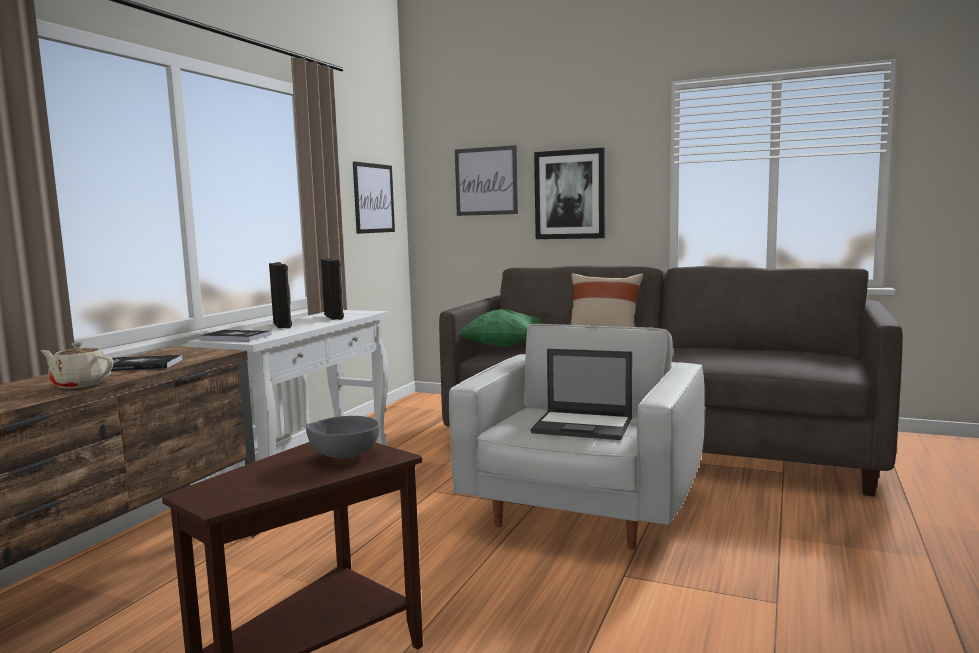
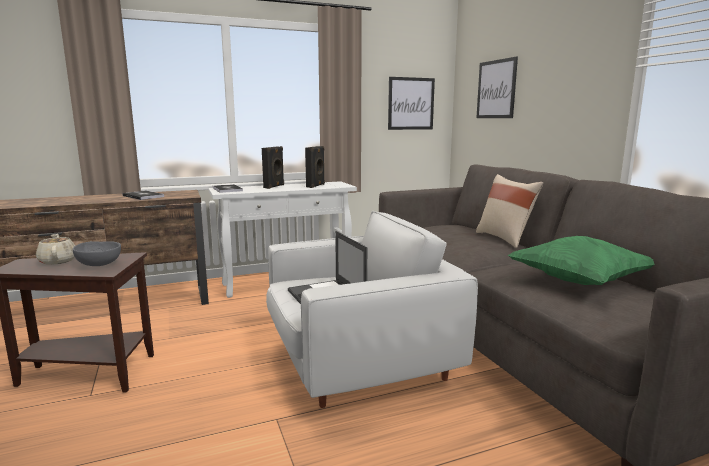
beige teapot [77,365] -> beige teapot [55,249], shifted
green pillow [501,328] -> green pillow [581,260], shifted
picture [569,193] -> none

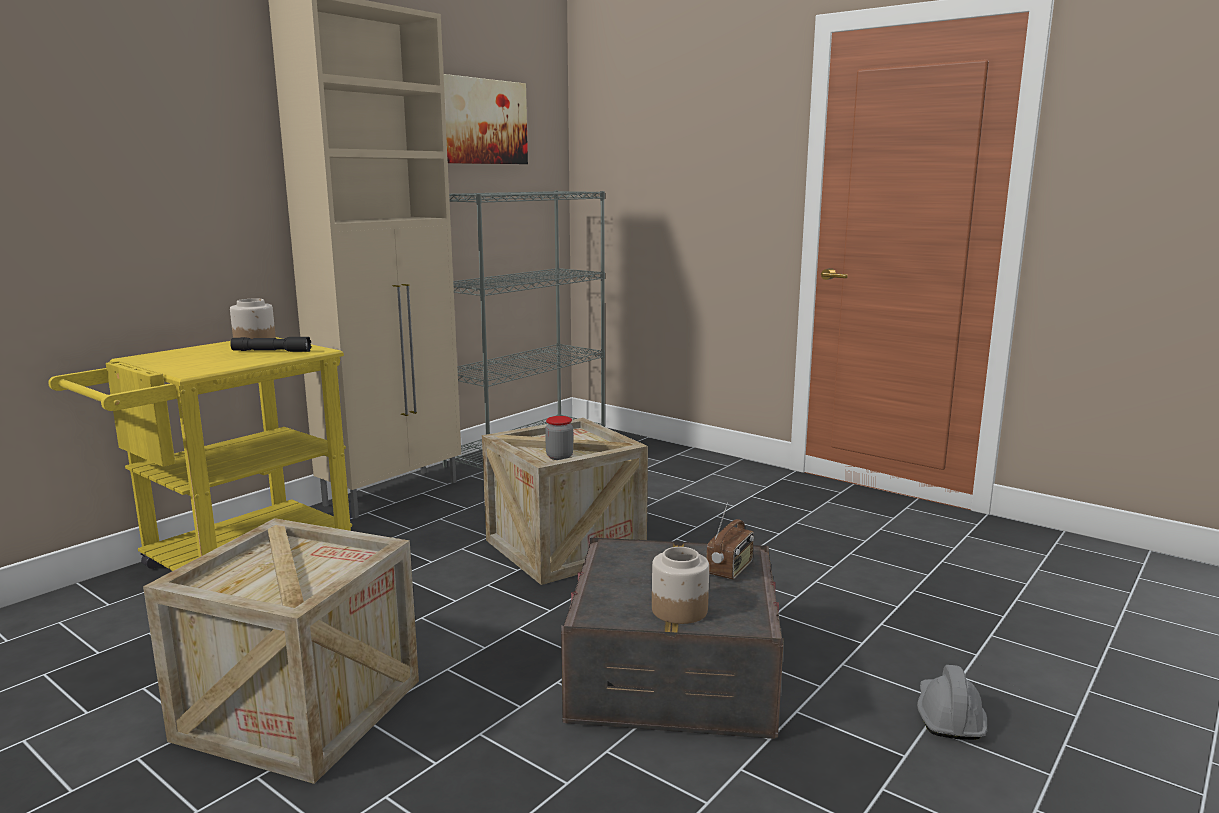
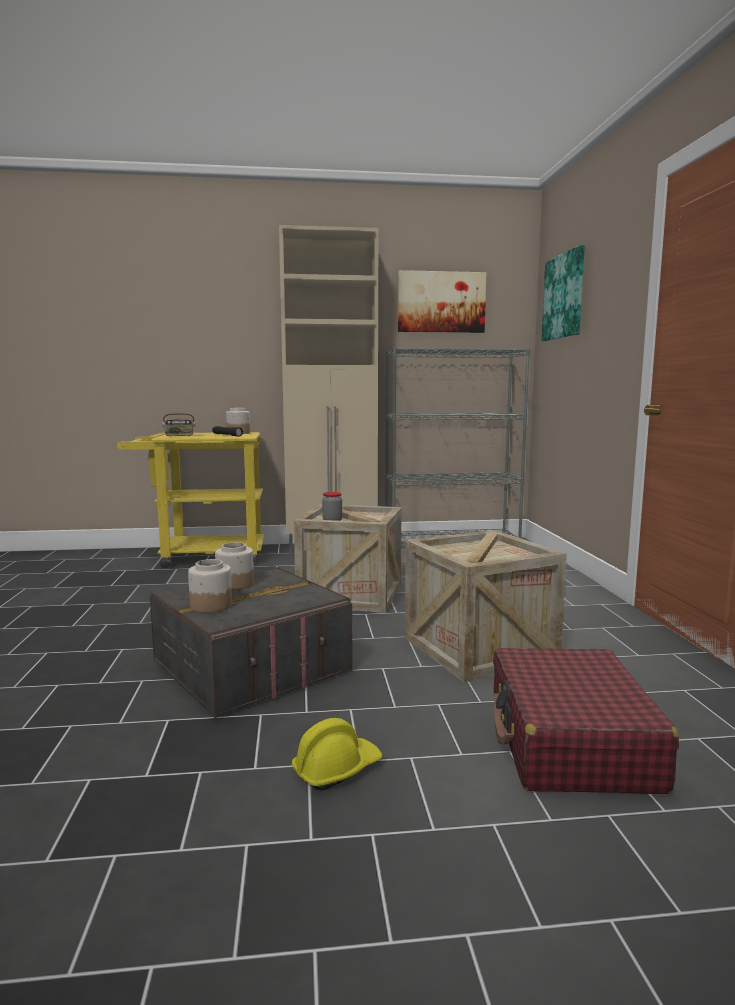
crate [281,651] -> crate [486,606], shifted
radio [730,541] -> radio [178,420], shifted
grey hard hat [952,702] -> yellow hard hat [337,754]
none -> jar [234,566]
none -> red suitcase [586,721]
none -> picture [563,293]

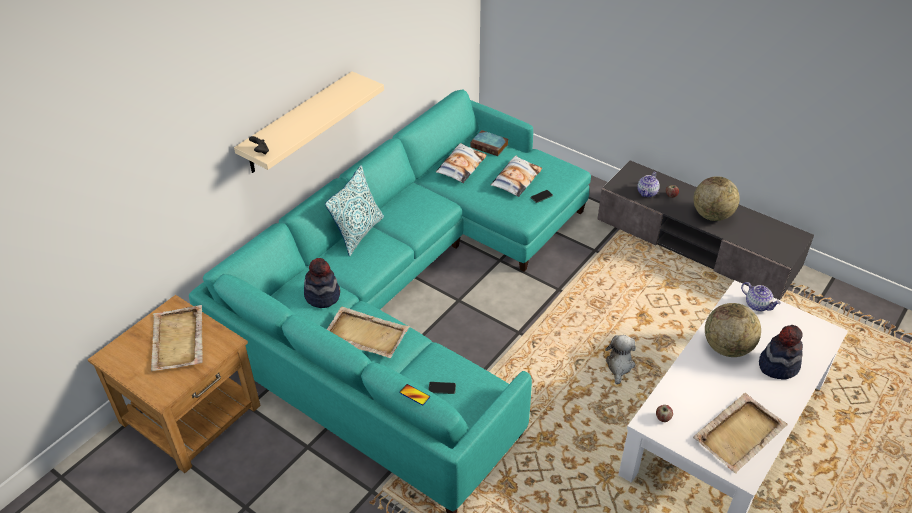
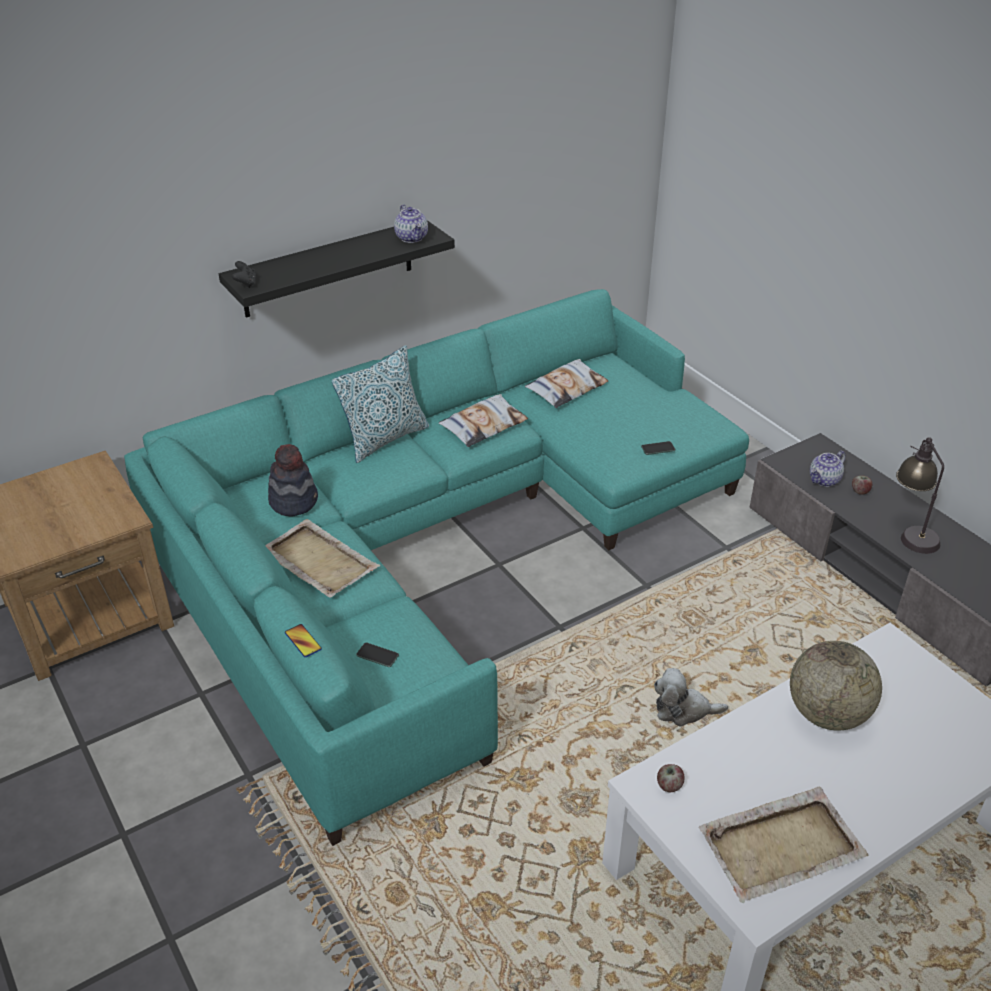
beige tray [177,338] -> none
beige shelf [309,122] -> black shelf [337,269]
book [489,143] -> none
pillow [516,176] -> pillow [483,420], shifted
plush toy [620,359] -> plush toy [691,697], 120 degrees counterclockwise
globe [716,198] -> table lamp [920,495]
teapot [761,296] -> teapot [411,223], shifted
hat [781,352] -> none

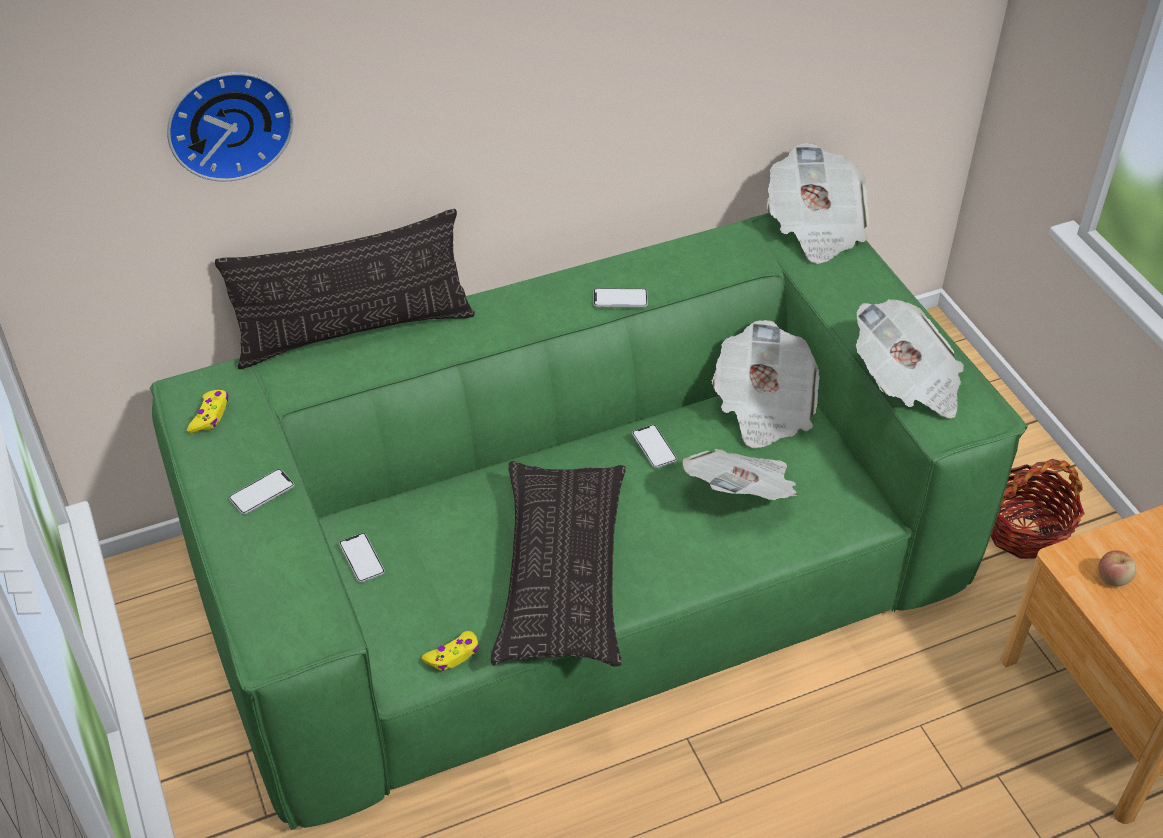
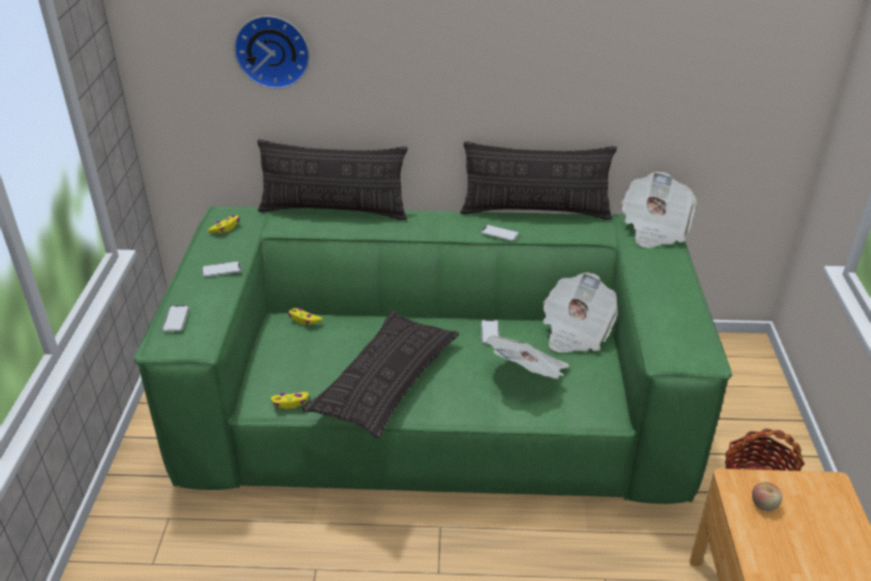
phone [362,558] -> phone [176,318], shifted
newspaper [910,359] -> none
none -> yellow game controller [305,316]
none -> pillow [538,180]

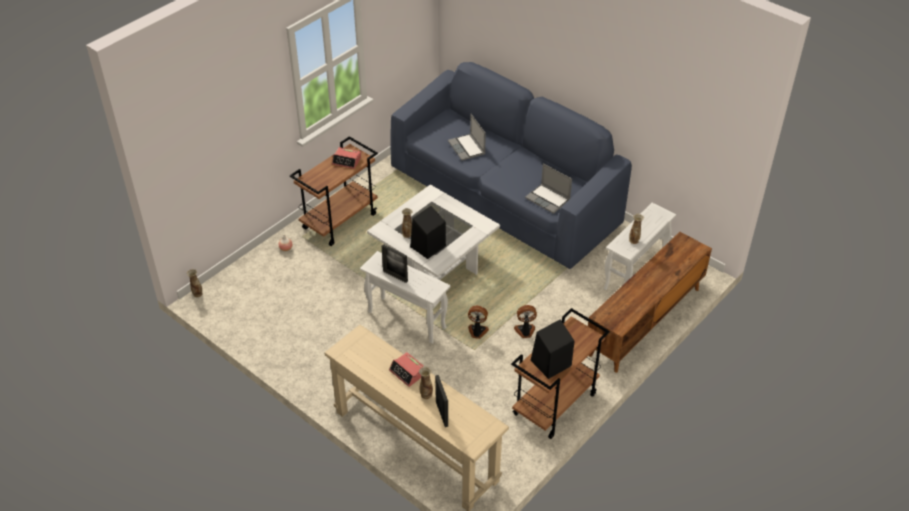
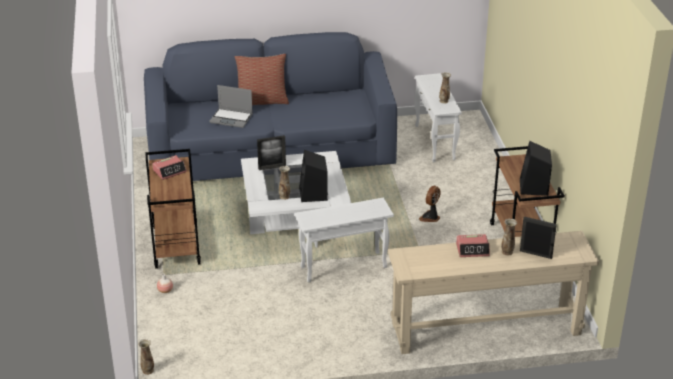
picture frame [395,263] -> picture frame [271,152], shifted
fan [478,322] -> none
laptop [548,188] -> none
brown tv stand [650,302] -> none
none -> pillow [262,79]

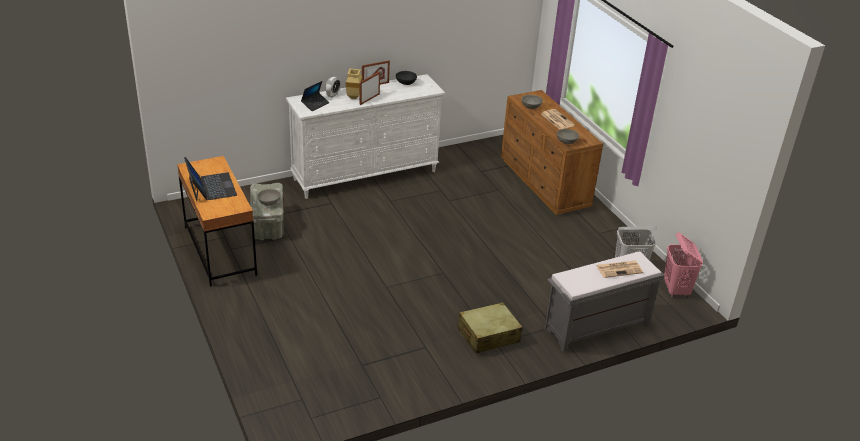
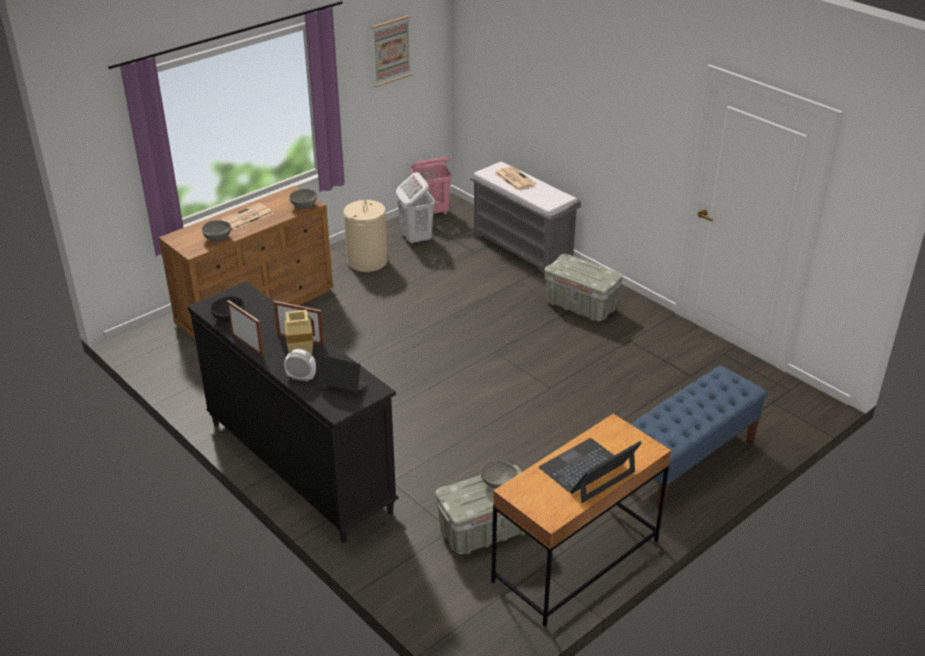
white dresser [365,136] -> black dresser [293,412]
beige suitcase [490,327] -> grey storage box [584,287]
none -> beige laundry basket [365,236]
none -> picture [391,51]
none -> blue bench [699,438]

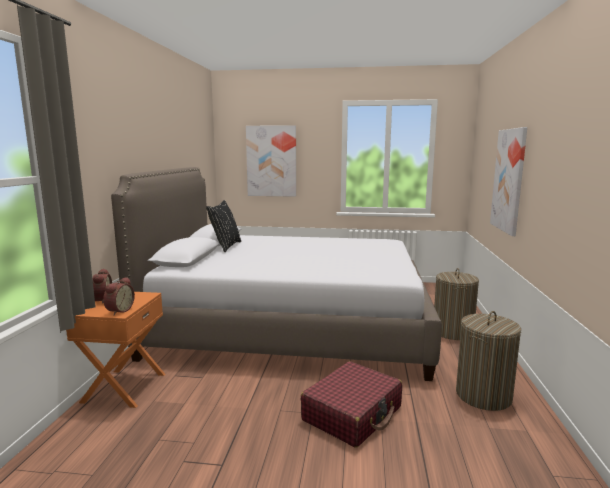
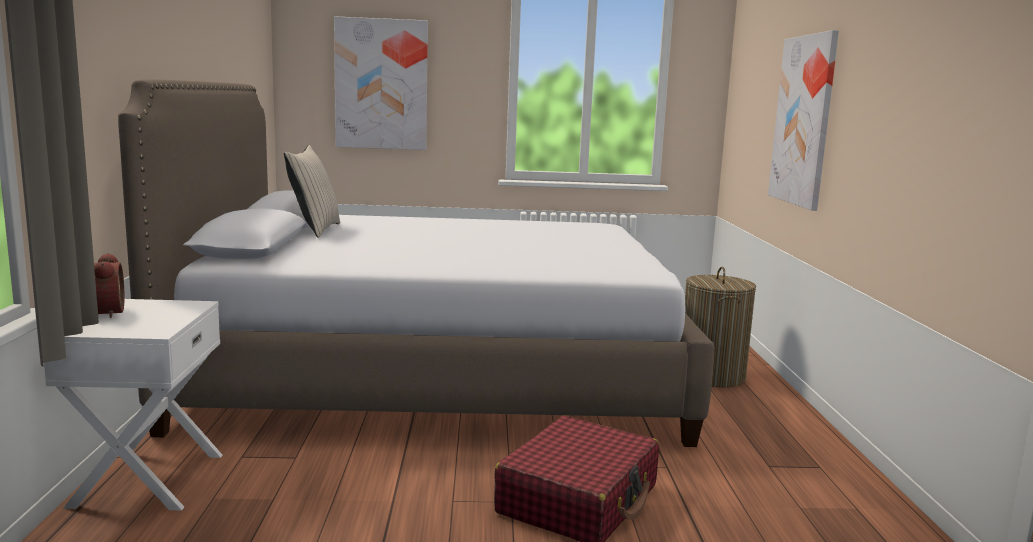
orange nightstand [115,350] -> white nightstand [133,404]
alarm clock [119,296] -> none
black pillow [223,226] -> beige pillow [312,191]
laundry basket [488,361] -> none

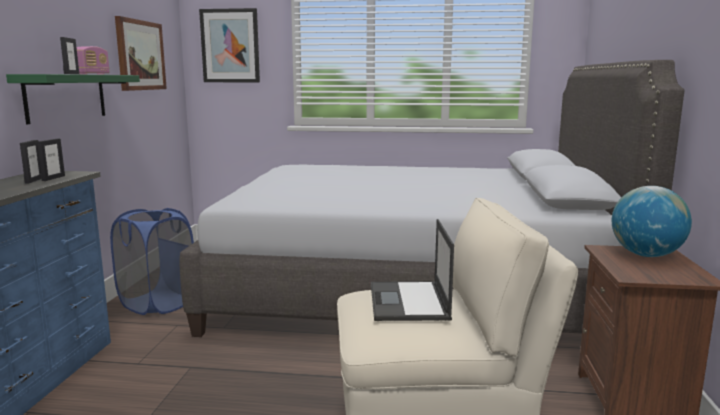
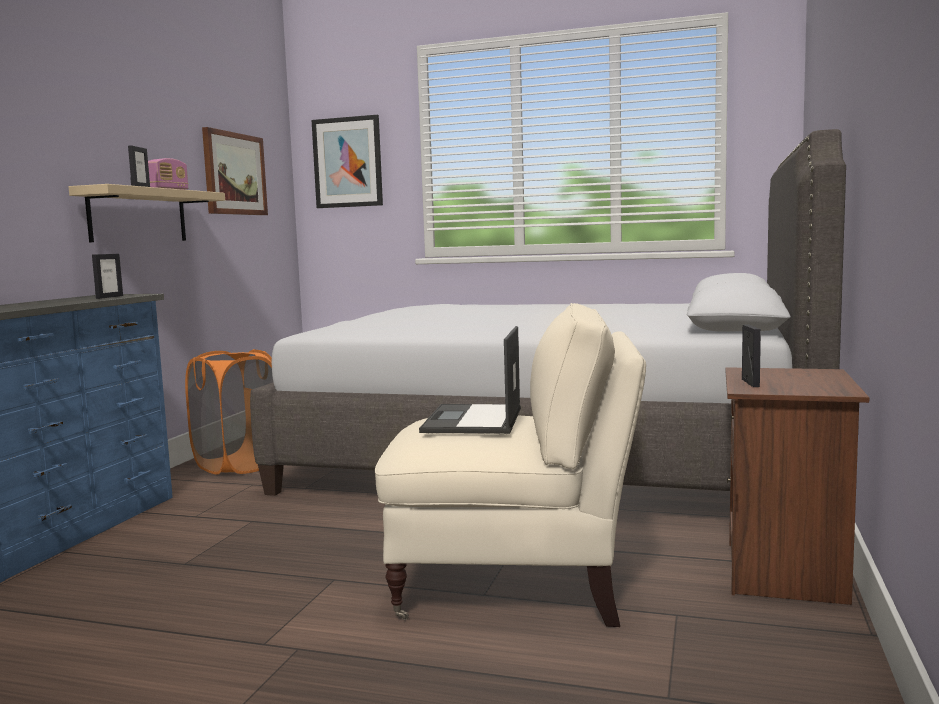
green shelf [73,99] -> beige shelf [147,213]
picture frame [30,161] -> picture frame [751,356], shifted
blue laundry basket [152,261] -> orange laundry basket [229,411]
globe [652,221] -> none

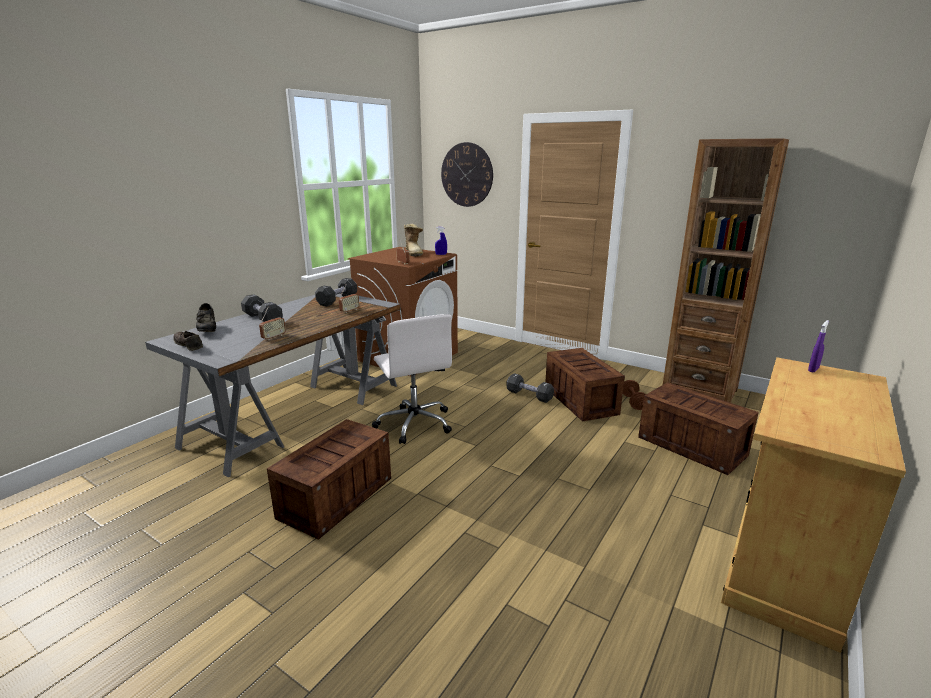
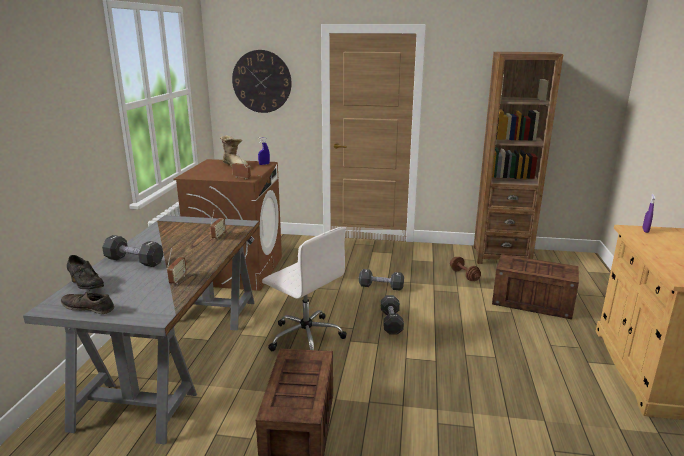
black dumbbell [336,292] -> black dumbbell [392,315], shifted
crate [585,385] -> none

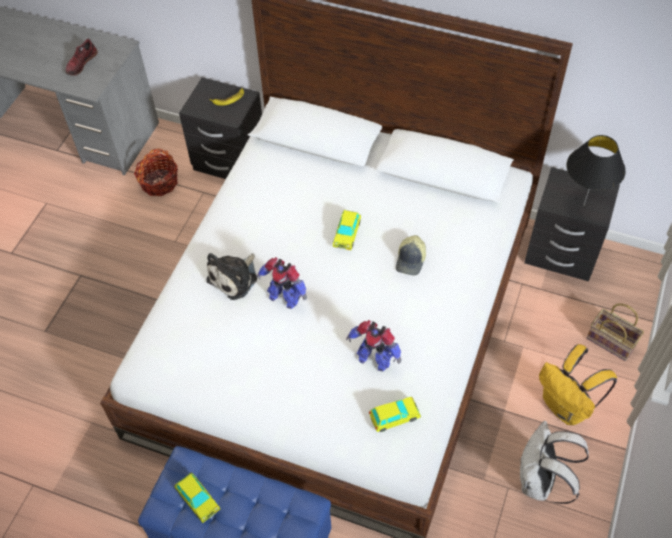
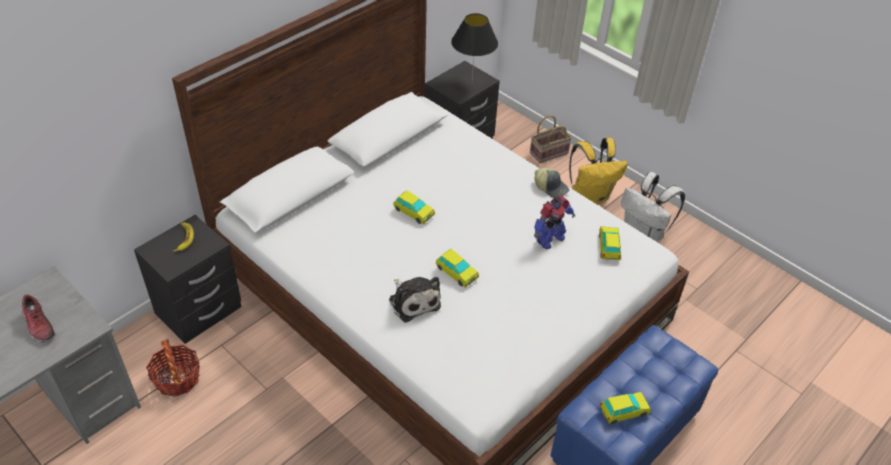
toy robot [281,283] -> toy car [457,268]
cap [411,255] -> cap [552,183], shifted

